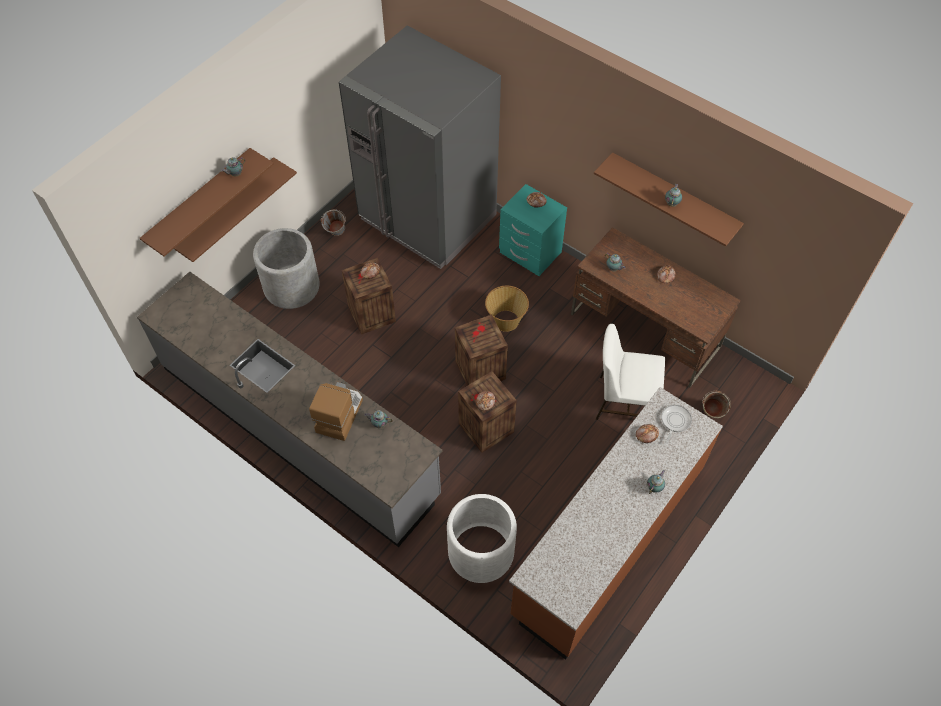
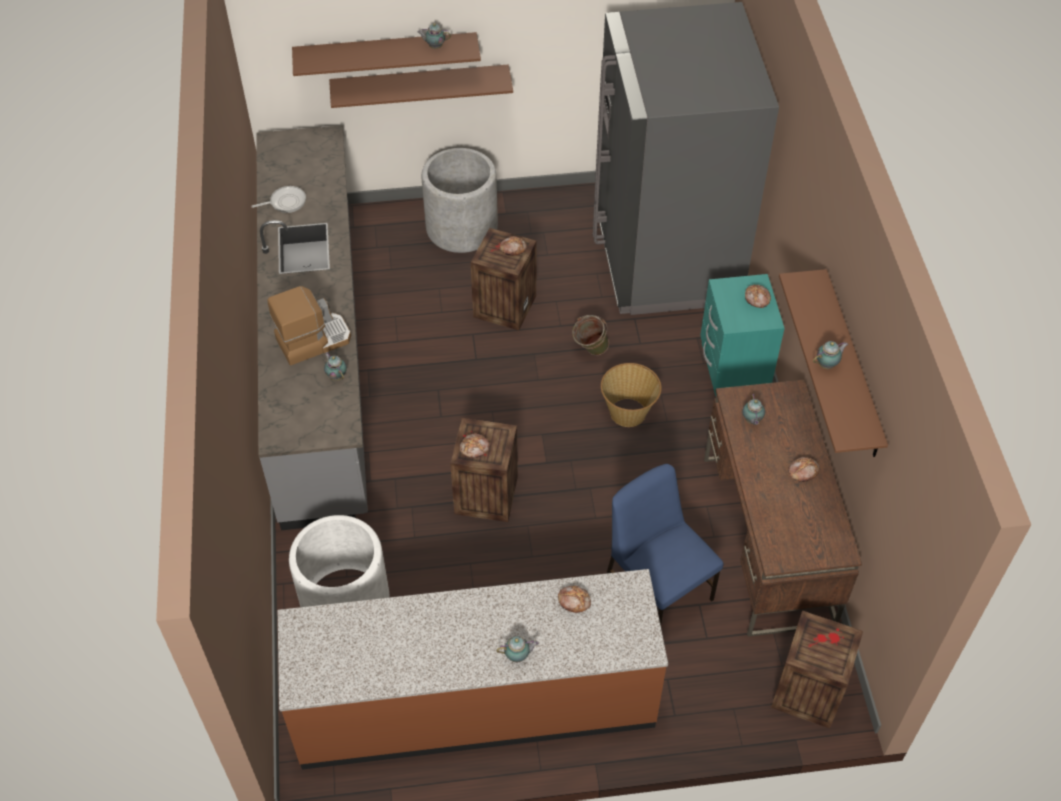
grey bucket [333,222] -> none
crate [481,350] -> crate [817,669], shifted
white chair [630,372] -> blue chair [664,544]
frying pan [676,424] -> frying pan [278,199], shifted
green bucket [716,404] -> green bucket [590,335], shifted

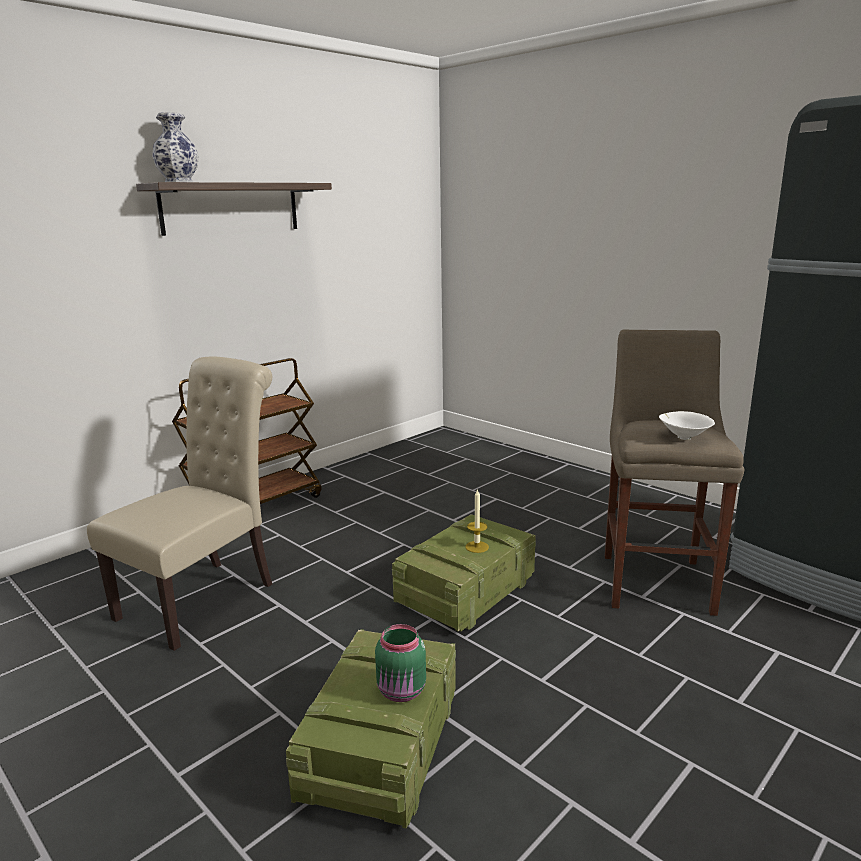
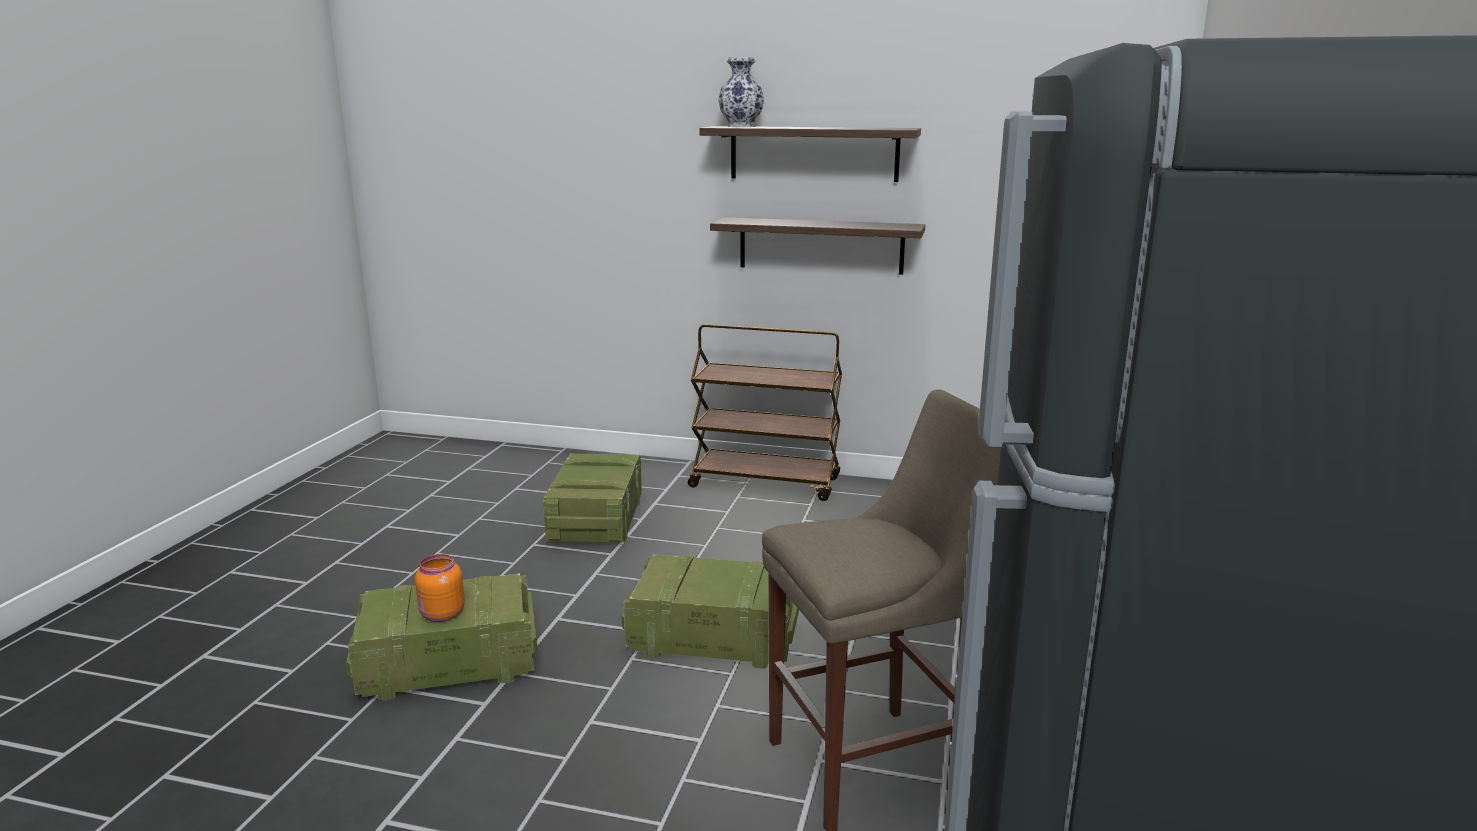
beige chair [179,503] -> crate [592,498]
green jar [400,663] -> orange jar [440,588]
candle [477,521] -> none
white bowl [687,425] -> none
none -> shelf [817,246]

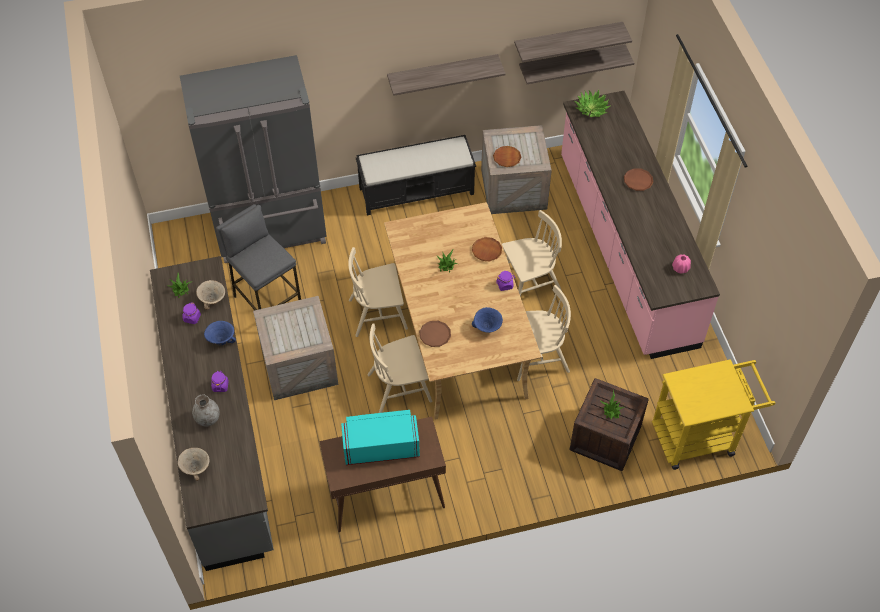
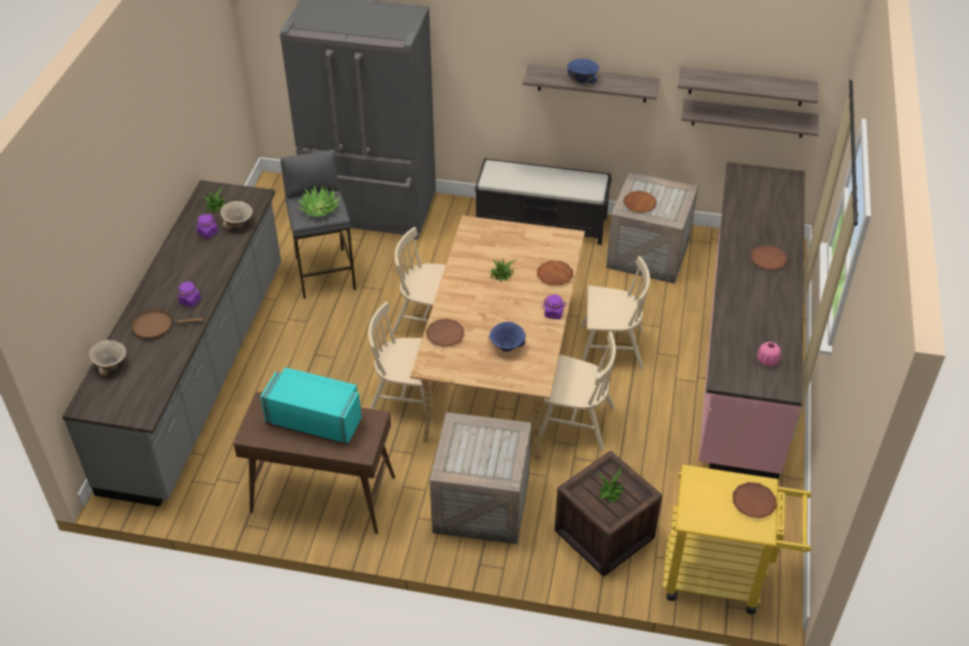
grey vase [206,410] -> brown frying pan [167,324]
blue bowl [220,333] -> blue bowl [583,71], shifted
crate [295,348] -> crate [480,478], shifted
potted plant [592,103] -> potted plant [319,201], shifted
none -> brown plate [755,500]

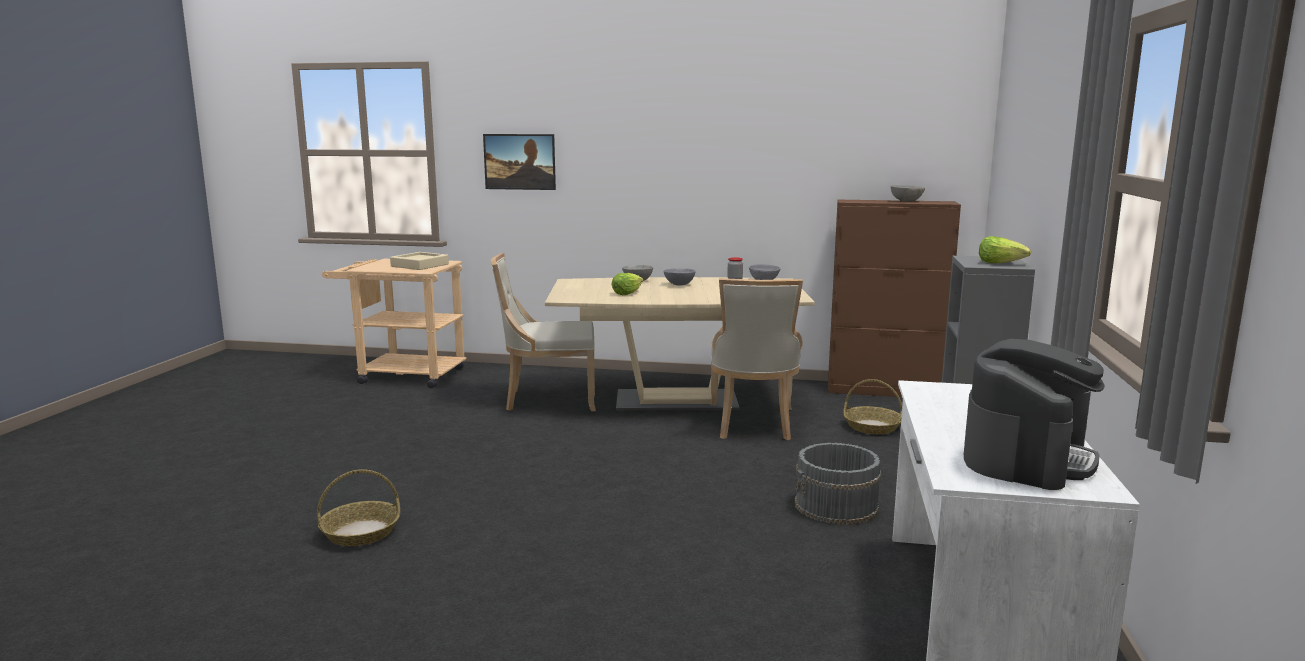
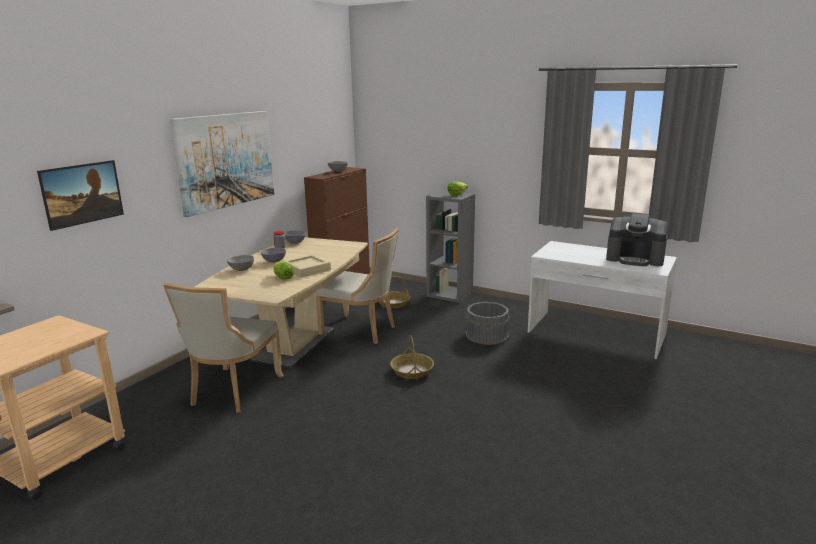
basket [358,507] -> basket [412,357], shifted
beige tray [419,261] -> beige tray [307,266], shifted
coffee machine [1034,414] -> coffee machine [637,239], 150 degrees clockwise
none -> picture [222,164]

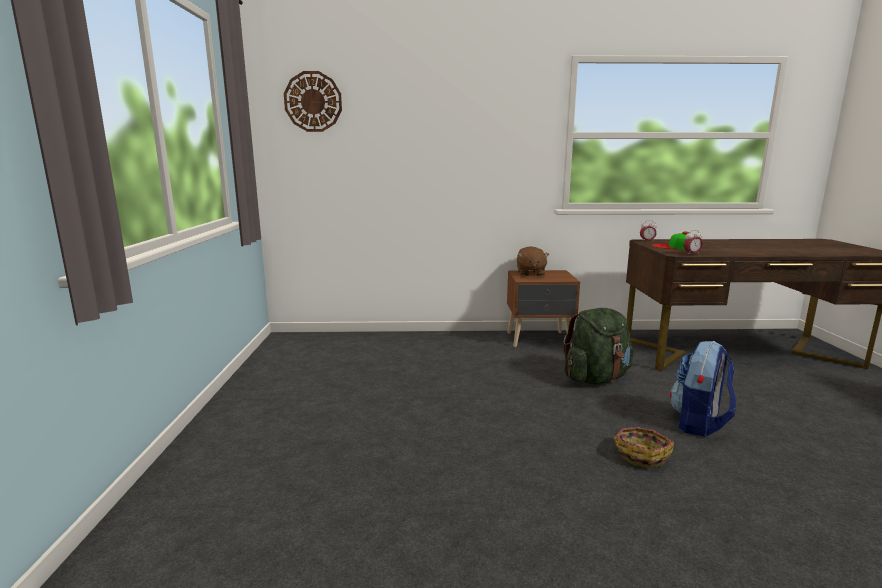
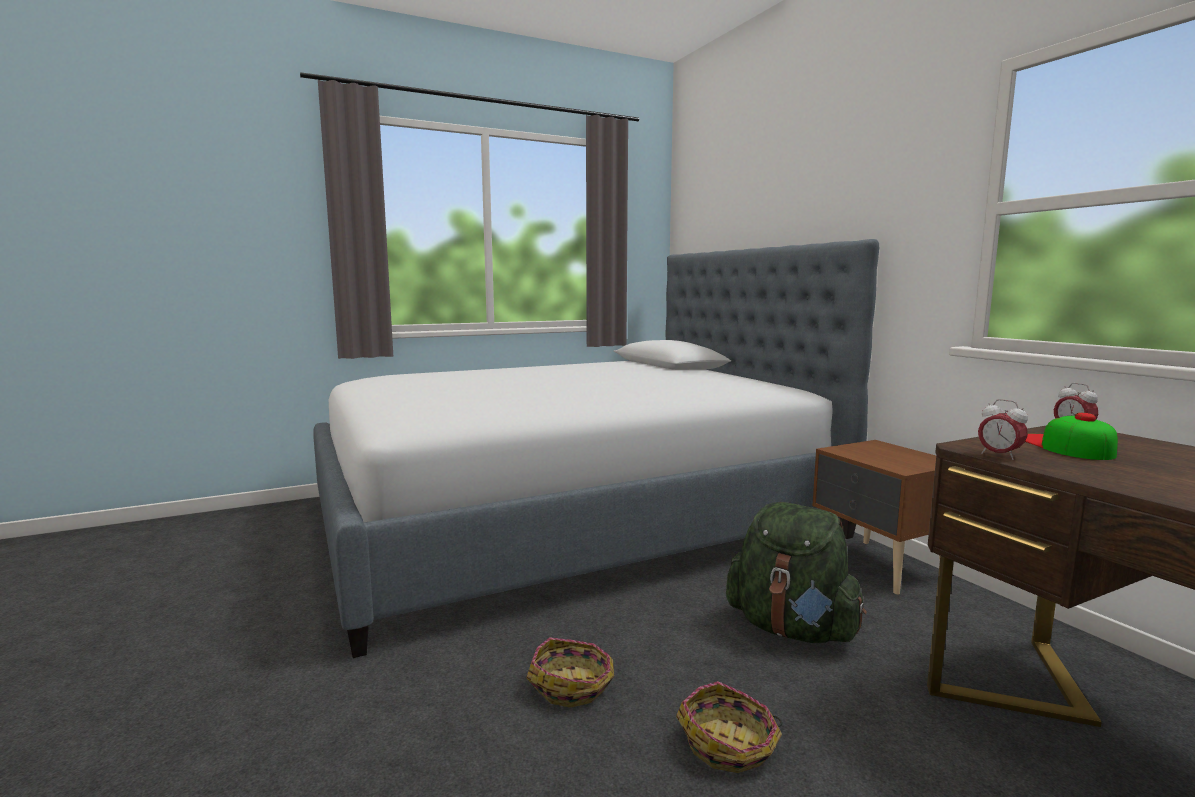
wall clock [313,101] -> none
brown plush toy [533,261] -> none
backpack [703,388] -> basket [729,727]
none -> bed [596,448]

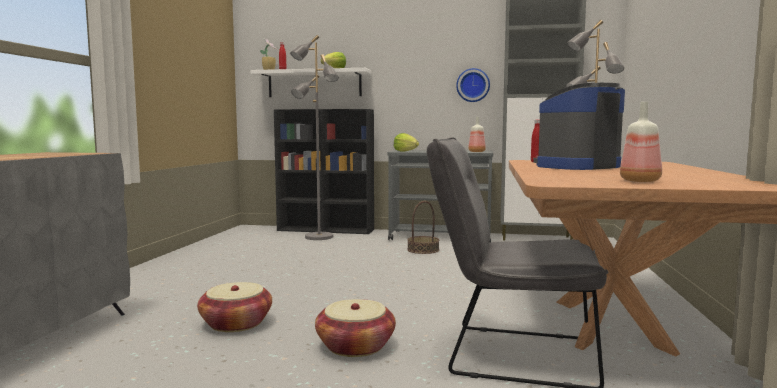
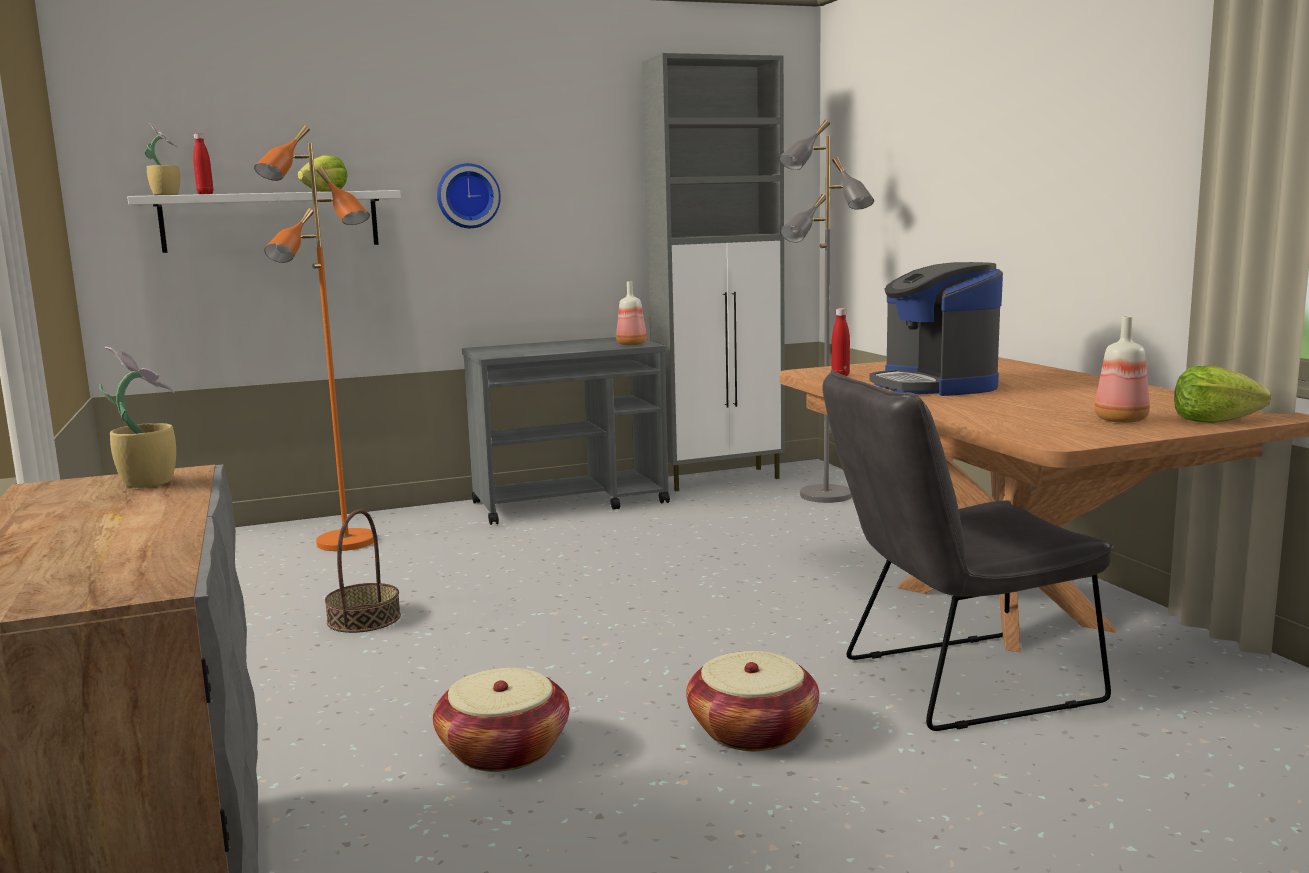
black bookcase [324,171] -> none
grey floor lamp [314,137] -> orange floor lamp [314,338]
lettuce [406,142] -> lettuce [1222,394], shifted
basket [423,227] -> basket [363,571], shifted
wall clock [473,85] -> wall clock [469,195], shifted
coffee machine [579,126] -> coffee machine [936,329], 45 degrees counterclockwise
none -> potted plant [137,417]

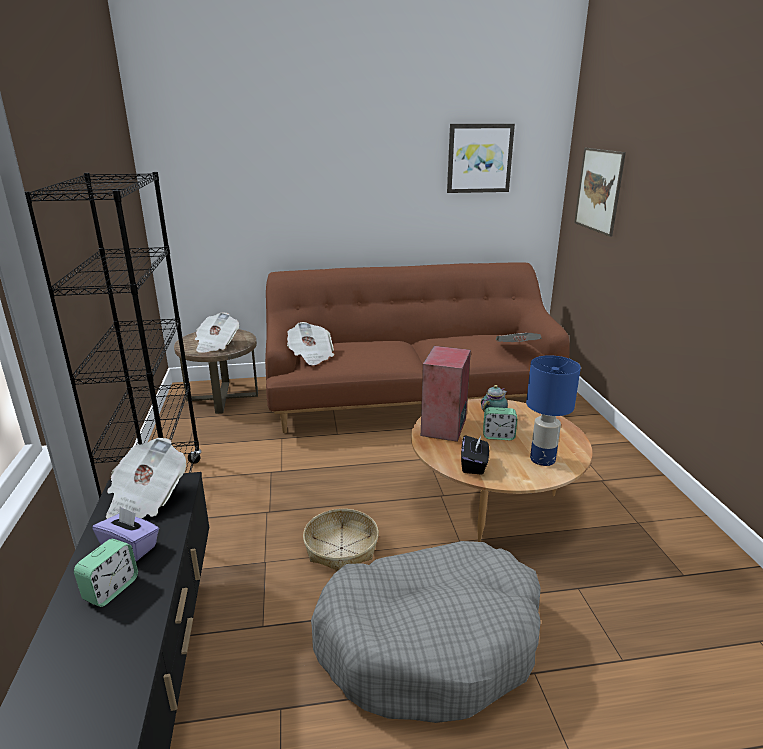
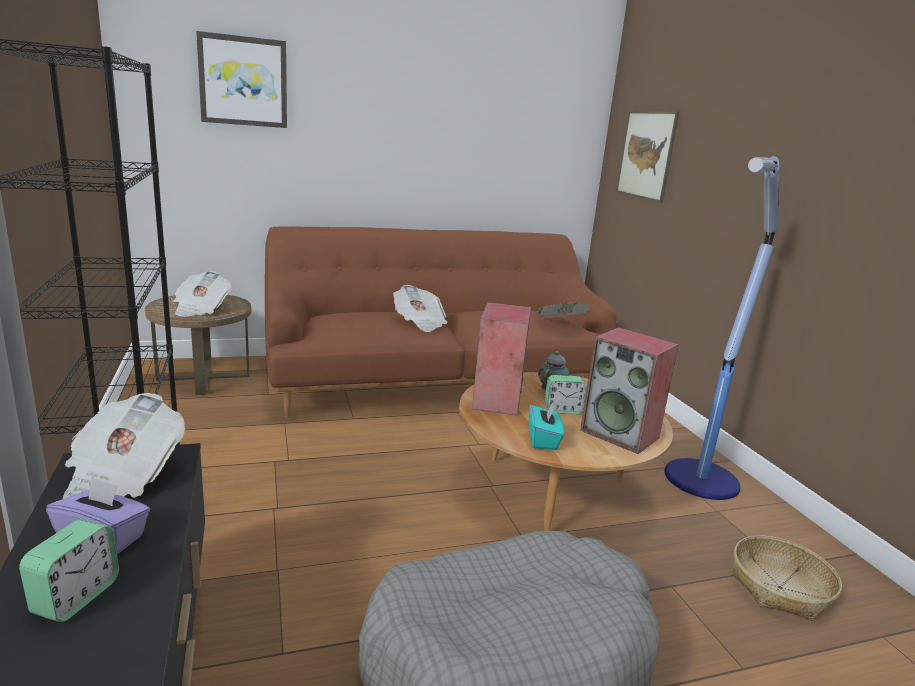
newspaper [310,344] -> newspaper [420,308], shifted
basket [341,540] -> basket [787,578], shifted
picture [481,158] -> picture [241,79], shifted
black tissue box [475,455] -> turquoise tissue box [546,426]
blue table lamp [553,410] -> speaker [629,390]
none -> floor lamp [721,328]

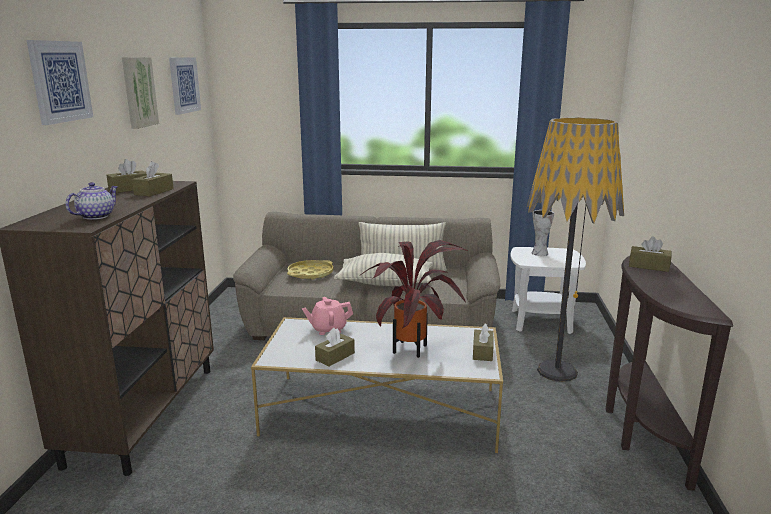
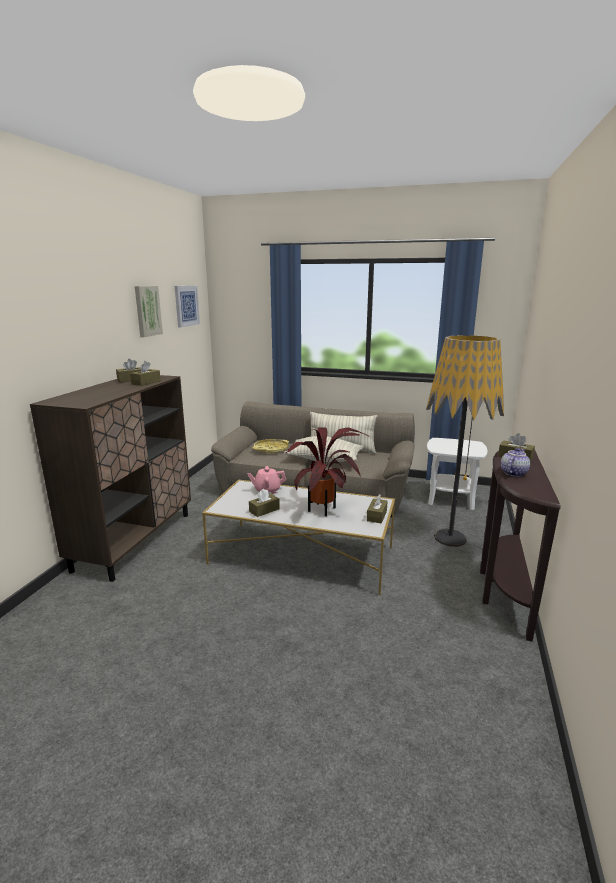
picture [59,82] -> none
teapot [92,201] -> teapot [515,462], shifted
vase [543,233] -> none

